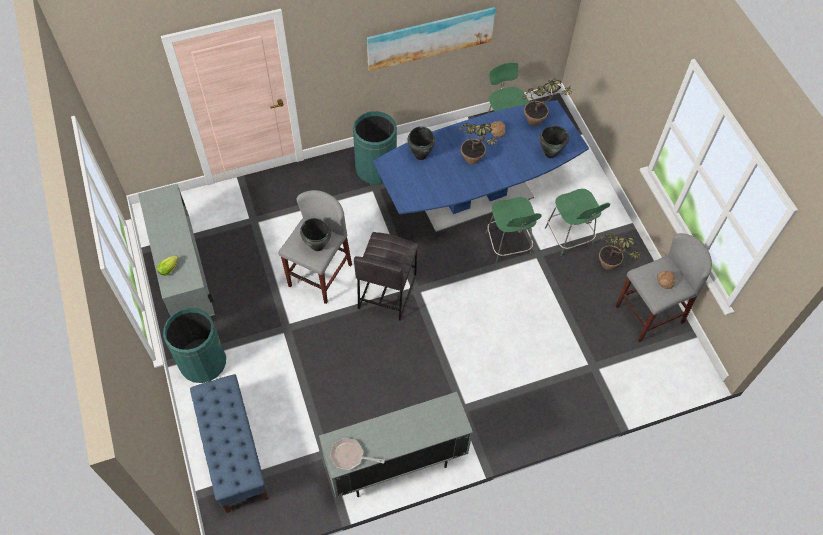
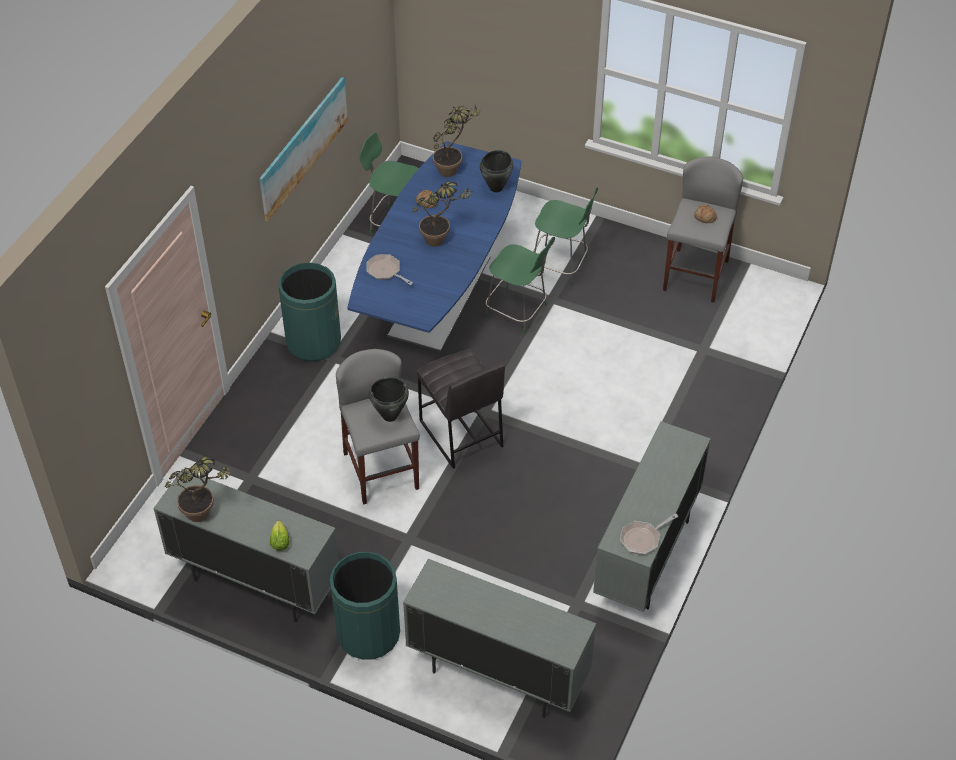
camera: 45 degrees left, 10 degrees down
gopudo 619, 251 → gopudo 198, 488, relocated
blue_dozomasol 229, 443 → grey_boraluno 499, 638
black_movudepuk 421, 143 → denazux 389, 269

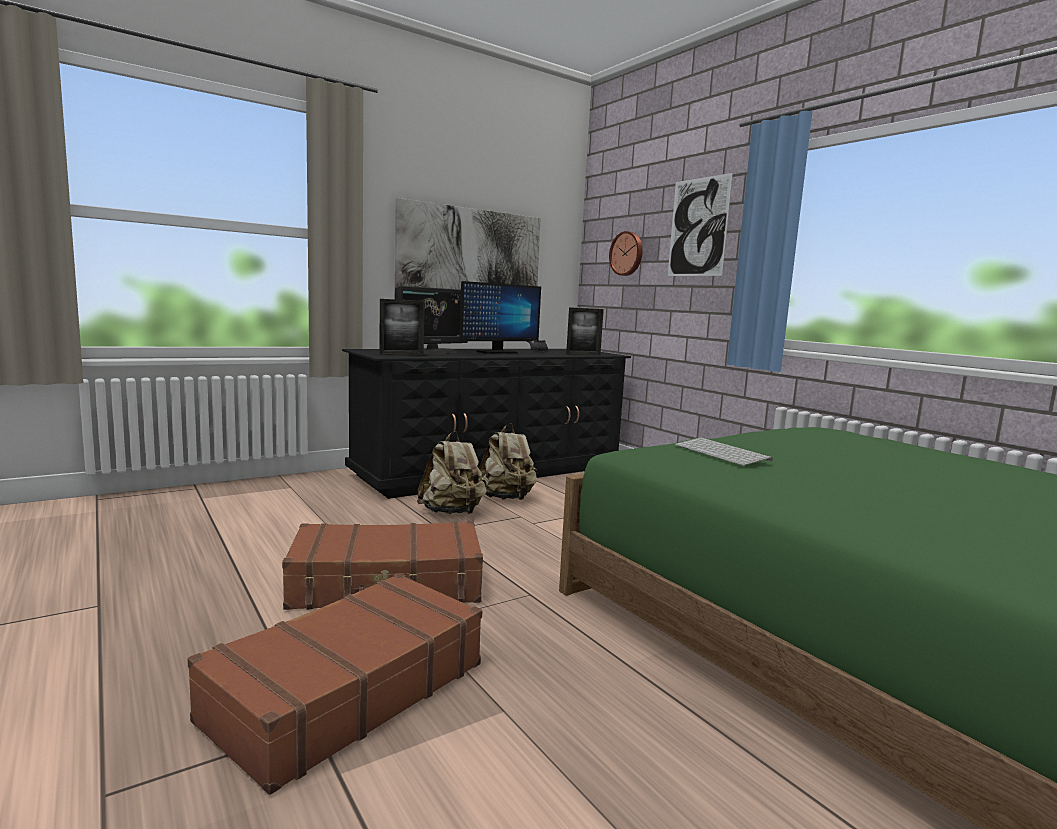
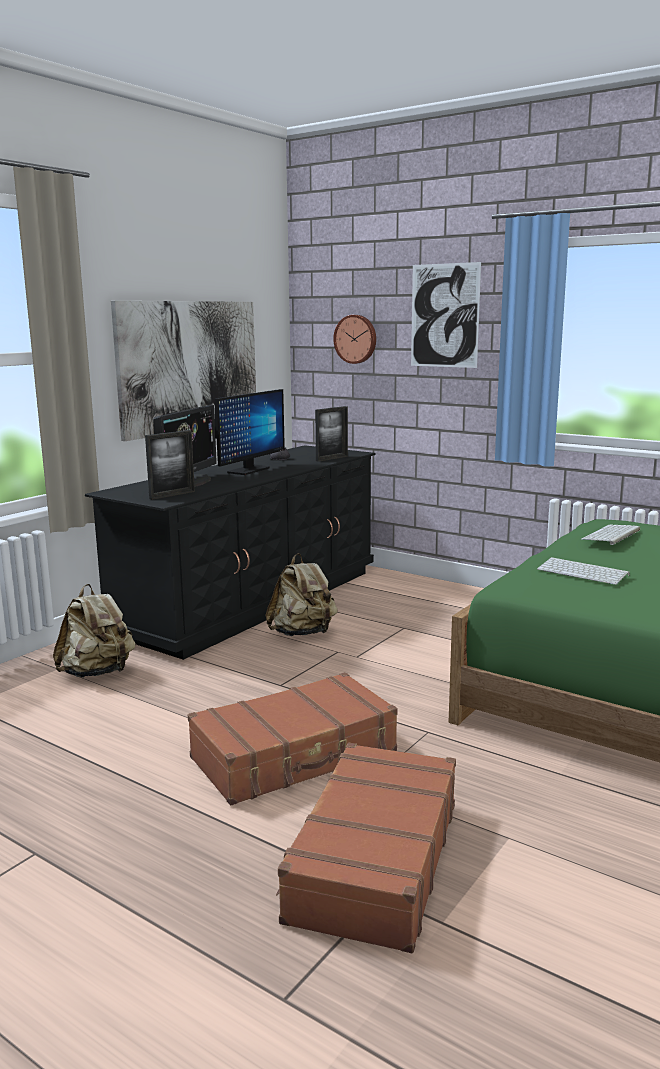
camera: 20 degrees left, 5 degrees up
- → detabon 610, 535
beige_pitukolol 452, 472 → beige_pitukolol 94, 631, relocated

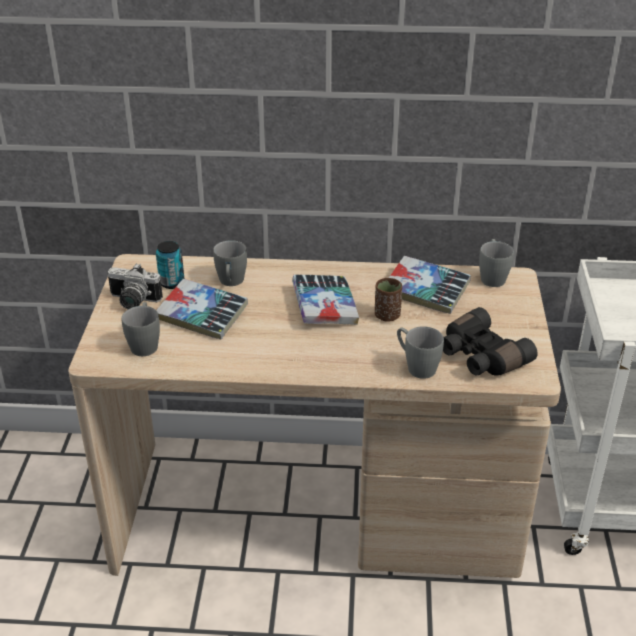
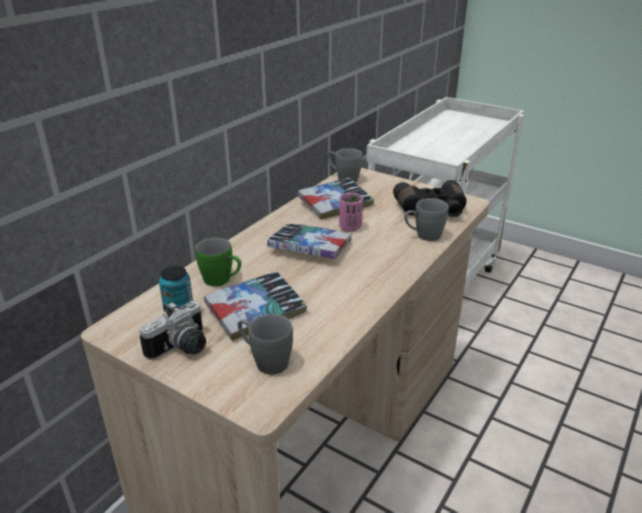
camera: 60 degrees left, 5 degrees down
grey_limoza 230, 263 → green_limoza 218, 262
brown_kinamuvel 388, 300 → pink_kinamuvel 351, 212

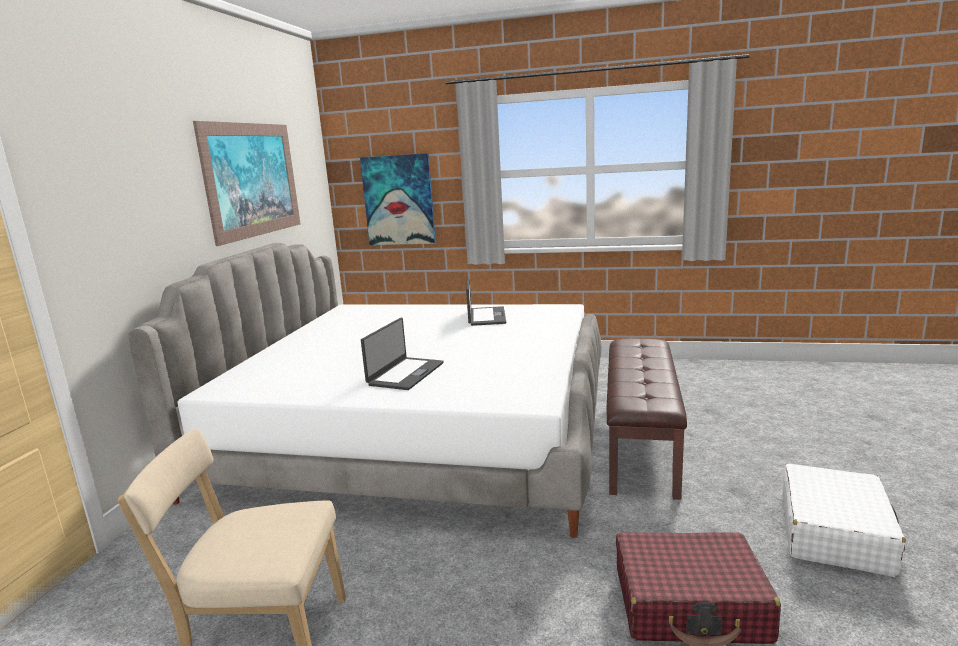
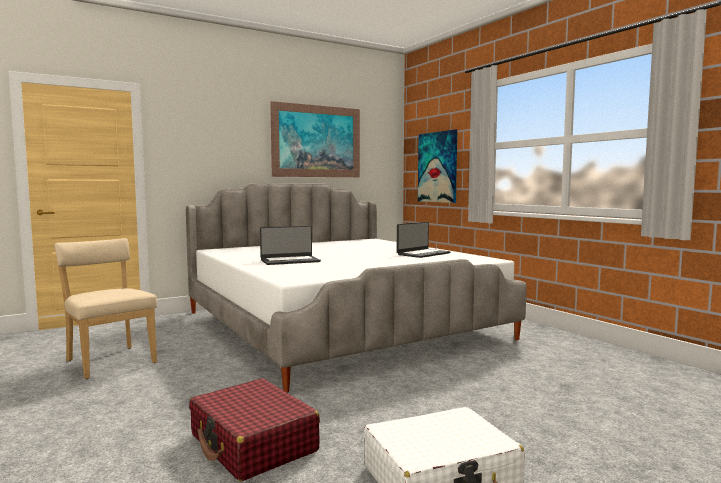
camera: 45 degrees right, 10 degrees down
brown_dozomasol 646, 419 → -

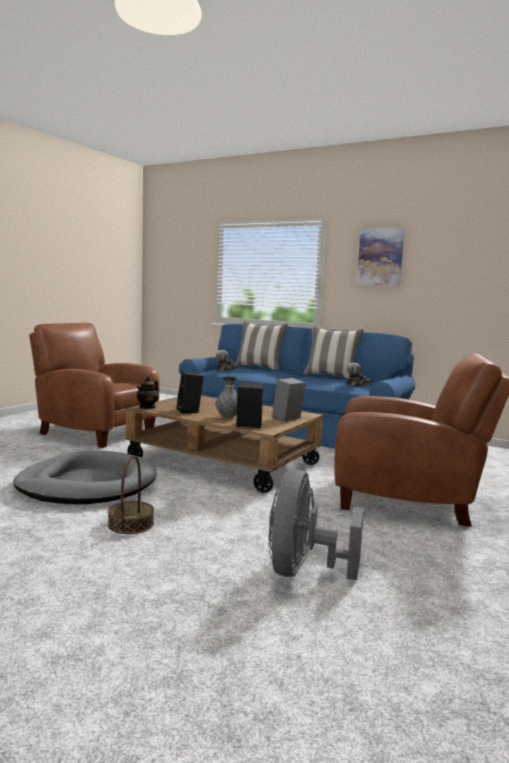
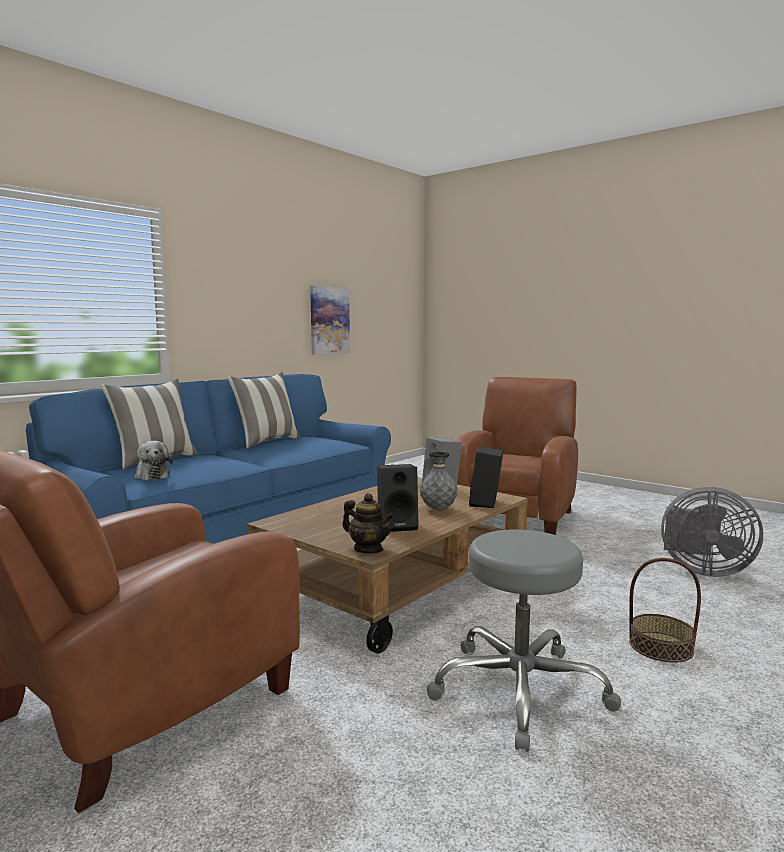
camera: 80 degrees left, 0 degrees up
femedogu 358, 374 → -
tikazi 381, 257 → tikazi 330, 320, relocated
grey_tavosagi 85, 477 → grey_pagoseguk 524, 640

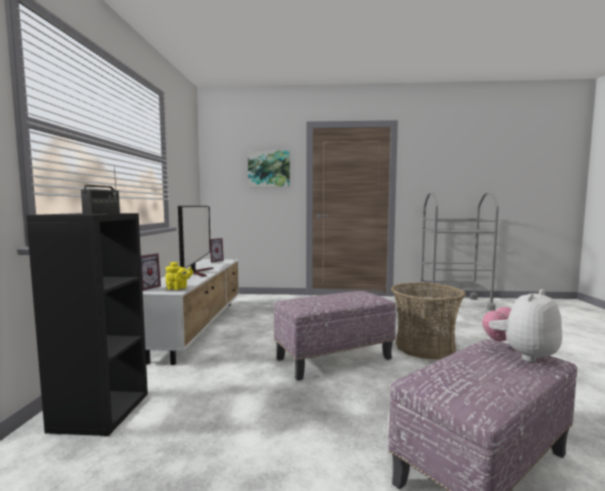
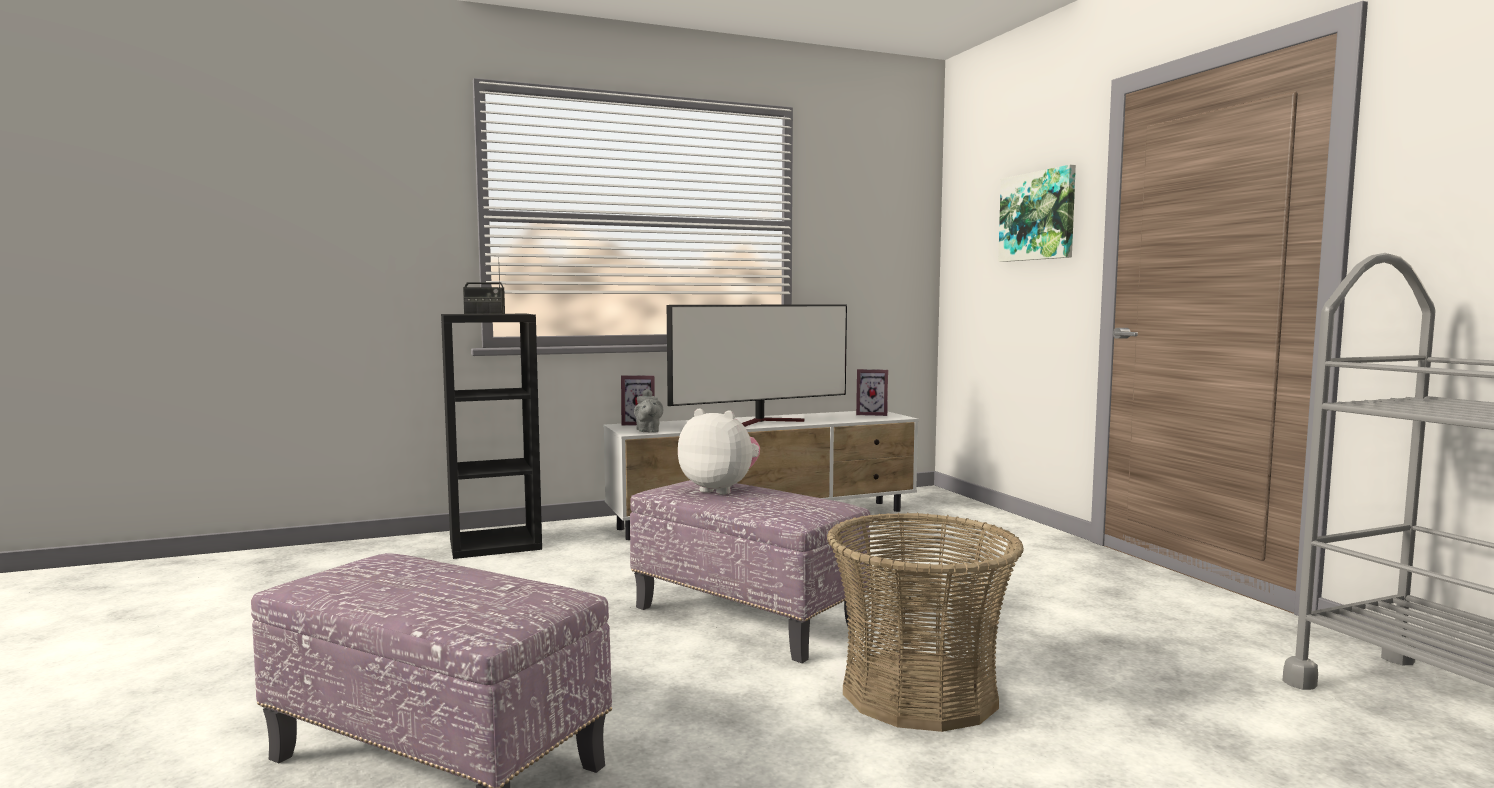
camera: 65 degrees right, 0 degrees up
femedogu 522, 325 → femedogu 719, 451, relocated
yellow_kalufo 179, 276 → grey_kalufo 648, 411

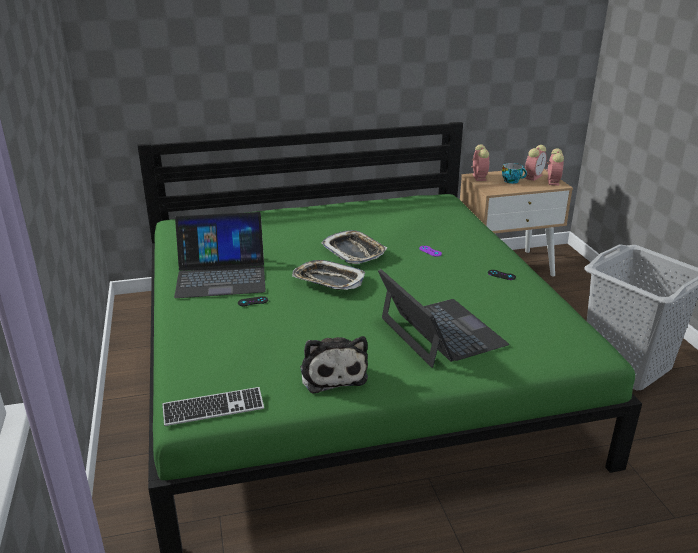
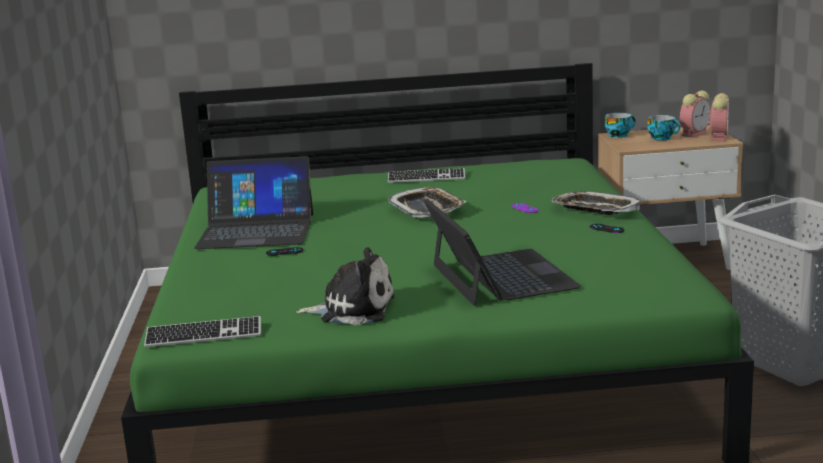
camera: 10 degrees right, 10 degrees down
- → detabon 426, 175
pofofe 328, 275 → pofofe 596, 203, relocated
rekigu 480, 162 → kinamuvel 620, 125
femedogu 334, 365 → femedogu 345, 286, 75 degrees counterclockwise

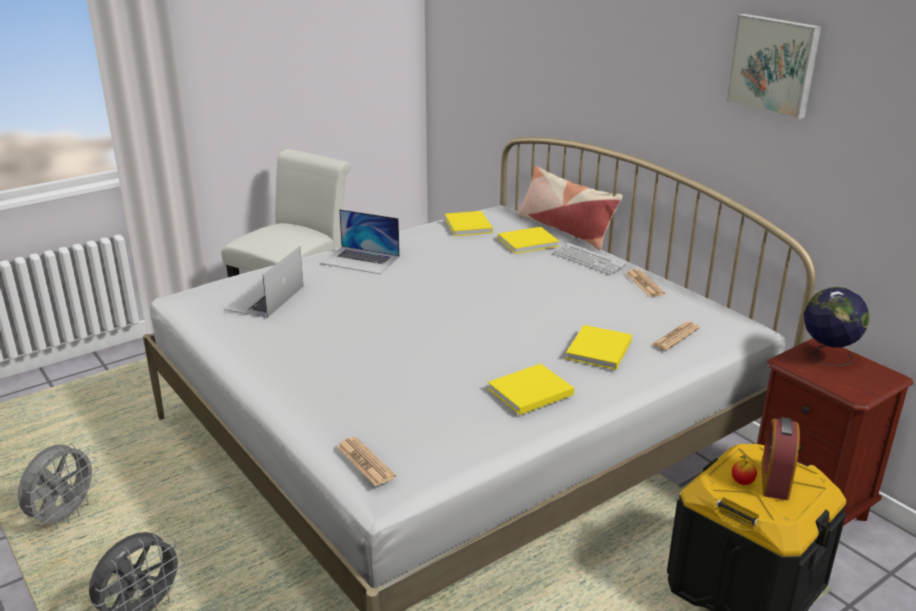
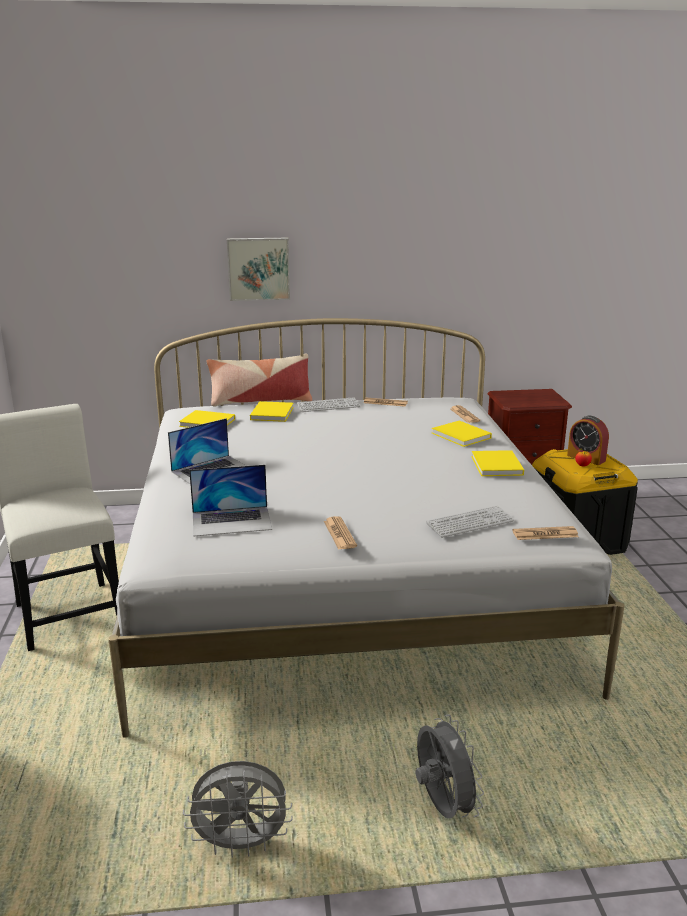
camera: 60 degrees left, 5 degrees down
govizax 837, 326 → -
- → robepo 340, 533
- → detabon 470, 521
tikazi 773, 66 → tikazi 258, 269, relocated
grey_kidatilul 58, 486 → grey_kidatilul 238, 809, 120 degrees clockwise
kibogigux 264, 282 → kibogigux 230, 500, 60 degrees counterclockwise

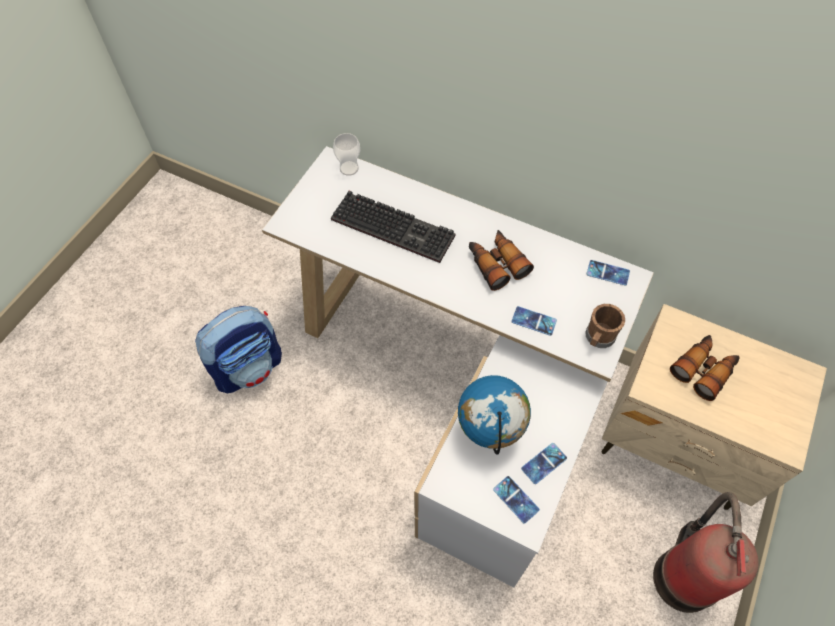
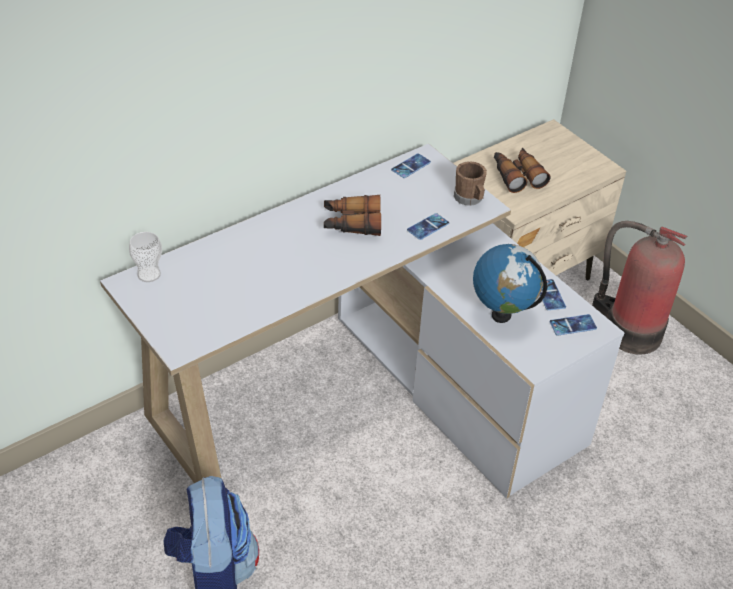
camera: 65 degrees left, 15 degrees down
detabon 393, 227 → -

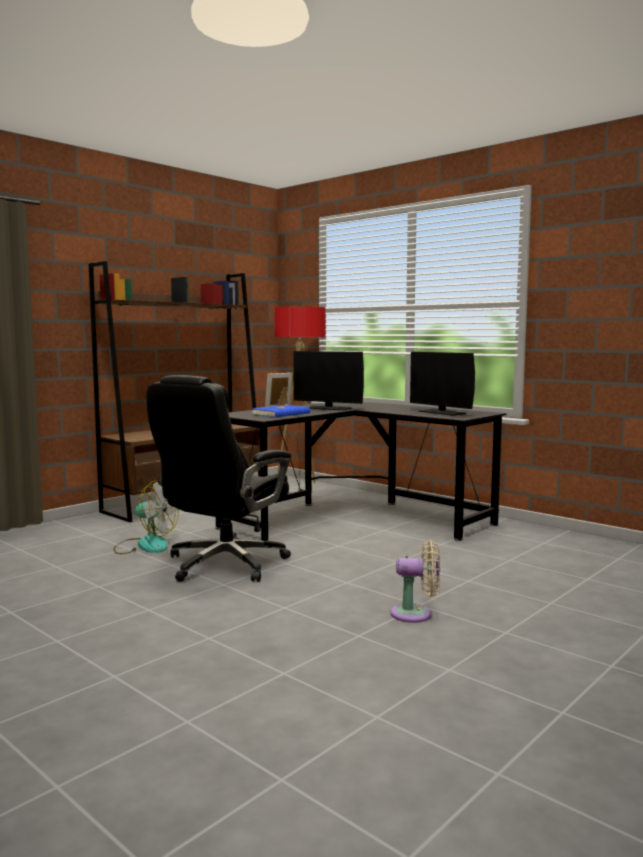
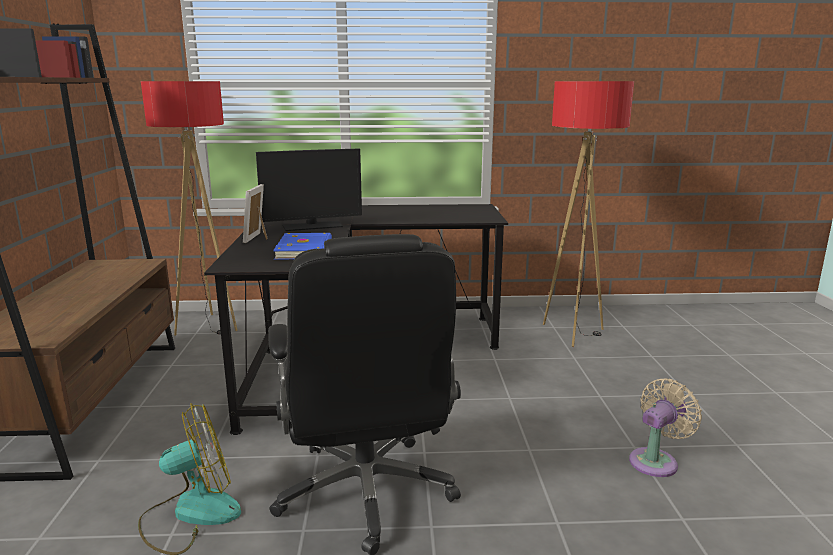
camera: 45 degrees left, 10 degrees up
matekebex 442, 383 → -
- → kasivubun 588, 214

